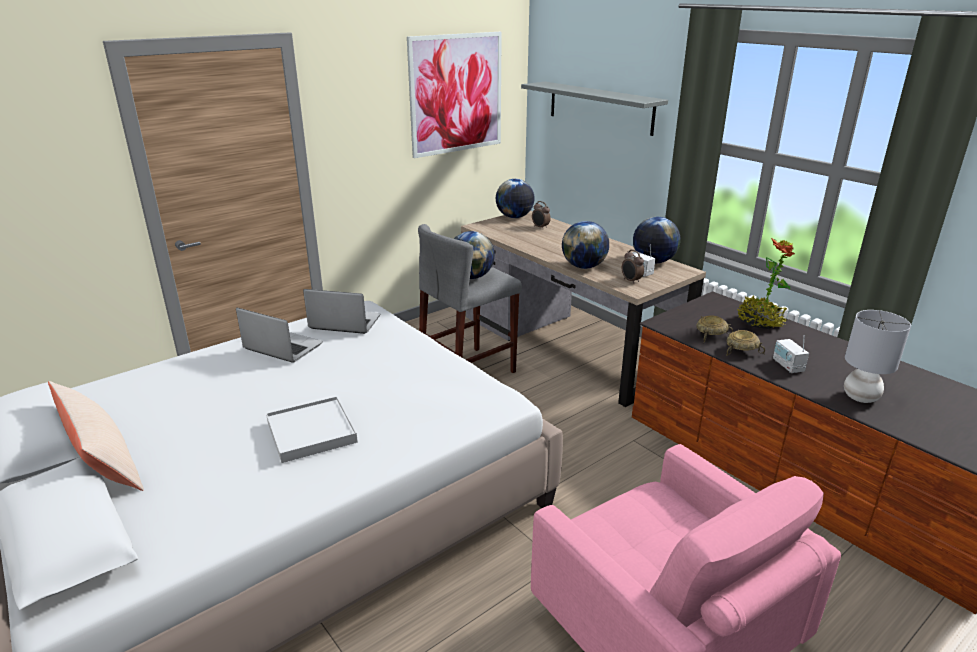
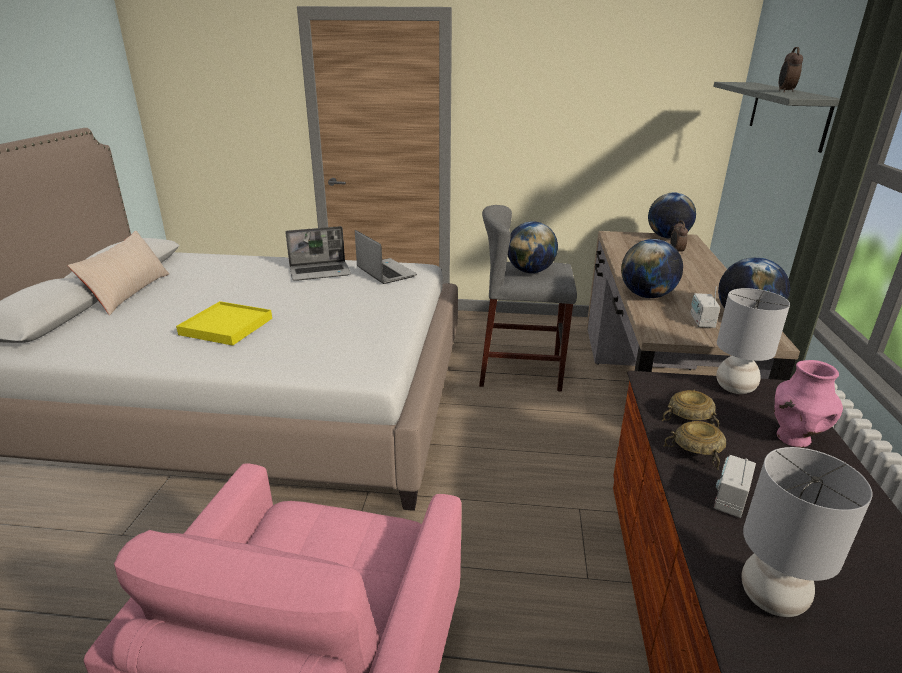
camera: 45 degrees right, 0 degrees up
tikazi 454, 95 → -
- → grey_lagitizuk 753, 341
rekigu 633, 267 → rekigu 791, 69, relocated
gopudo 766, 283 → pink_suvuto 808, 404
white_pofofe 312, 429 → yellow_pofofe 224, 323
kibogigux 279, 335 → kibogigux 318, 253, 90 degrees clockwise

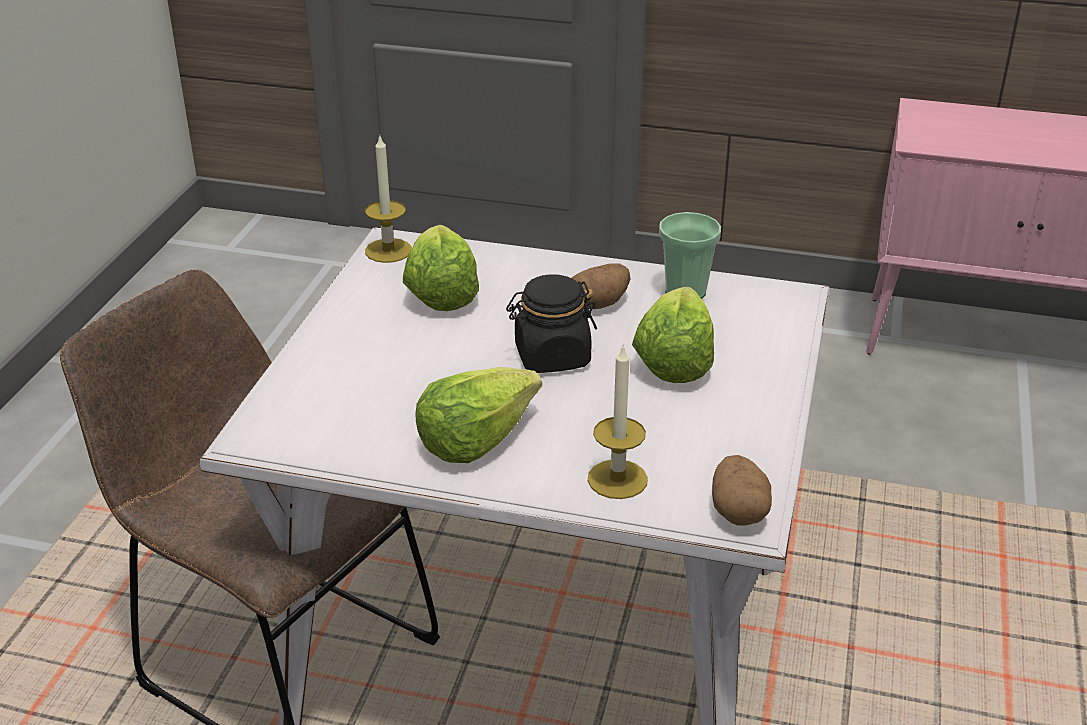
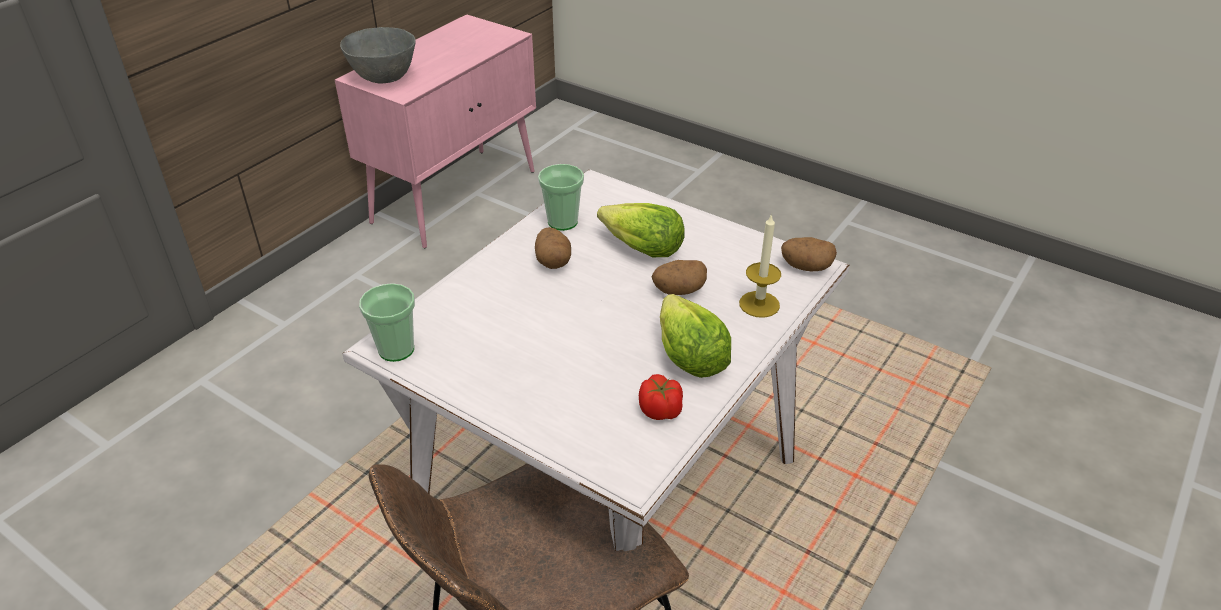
camera: 70 degrees left, 5 degrees up
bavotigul 441, 268 → -
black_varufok 551, 323 → -
- → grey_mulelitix 378, 55
- → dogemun 661, 397
- → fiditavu 679, 277
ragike 388, 199 → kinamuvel 387, 322

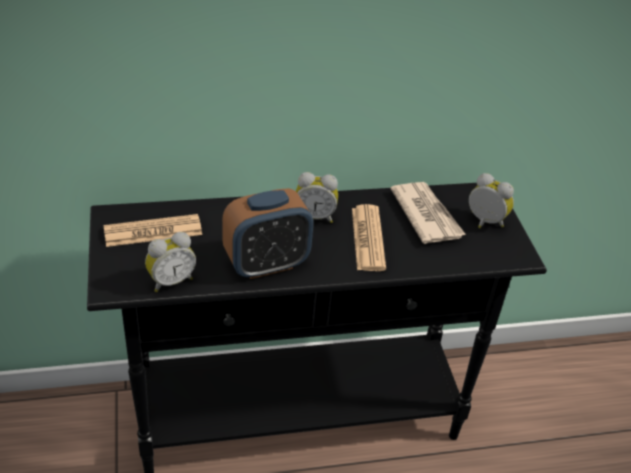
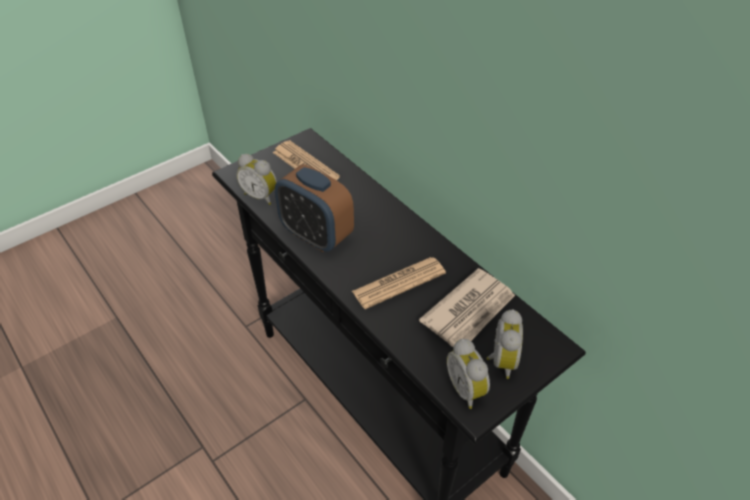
camera: 65 degrees right, 5 degrees up
rekigu 317, 197 → rekigu 468, 374, relocated

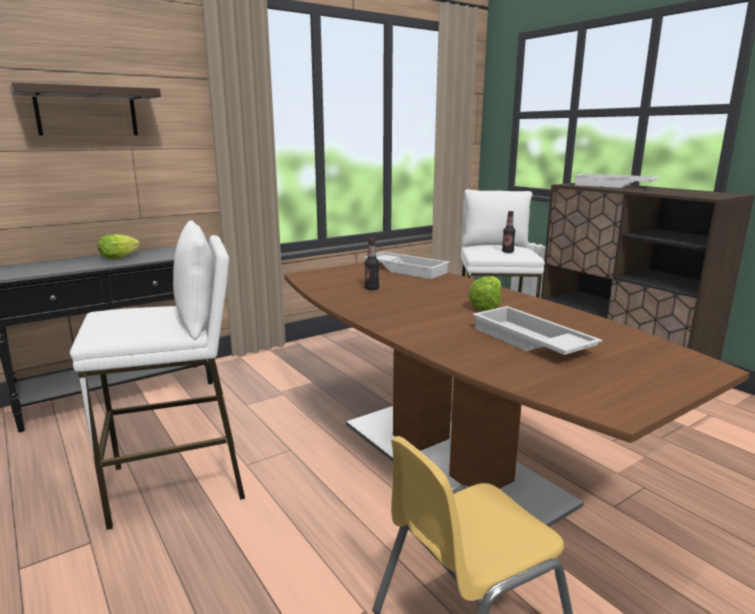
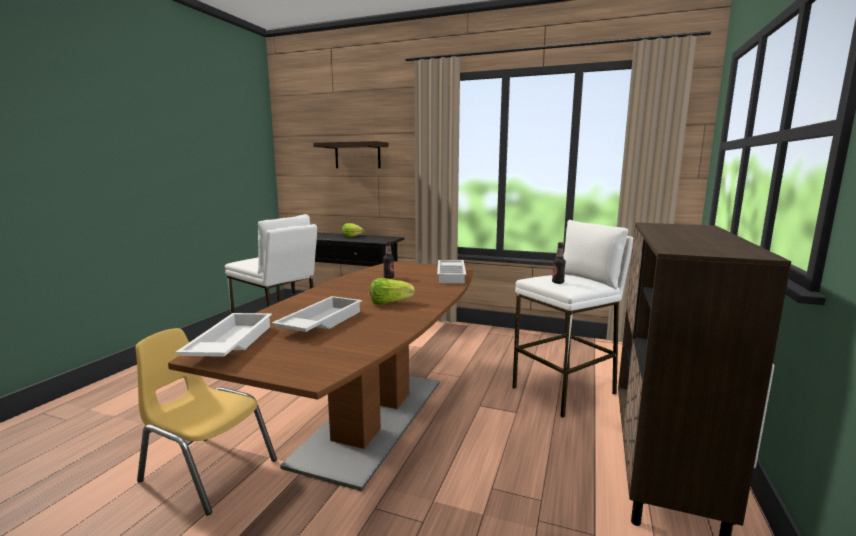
camera: 55 degrees right, 5 degrees down
white_pofofe 616, 181 → white_pofofe 224, 335, relocated

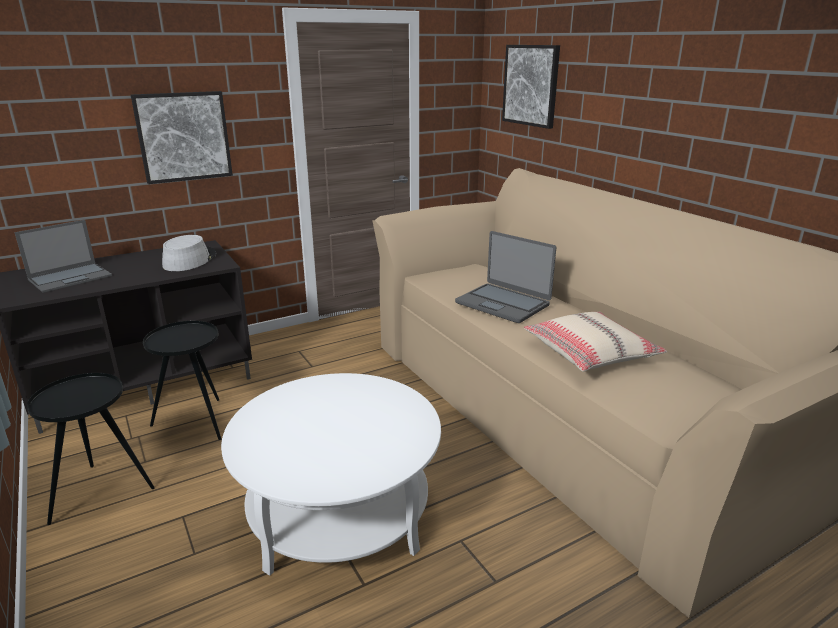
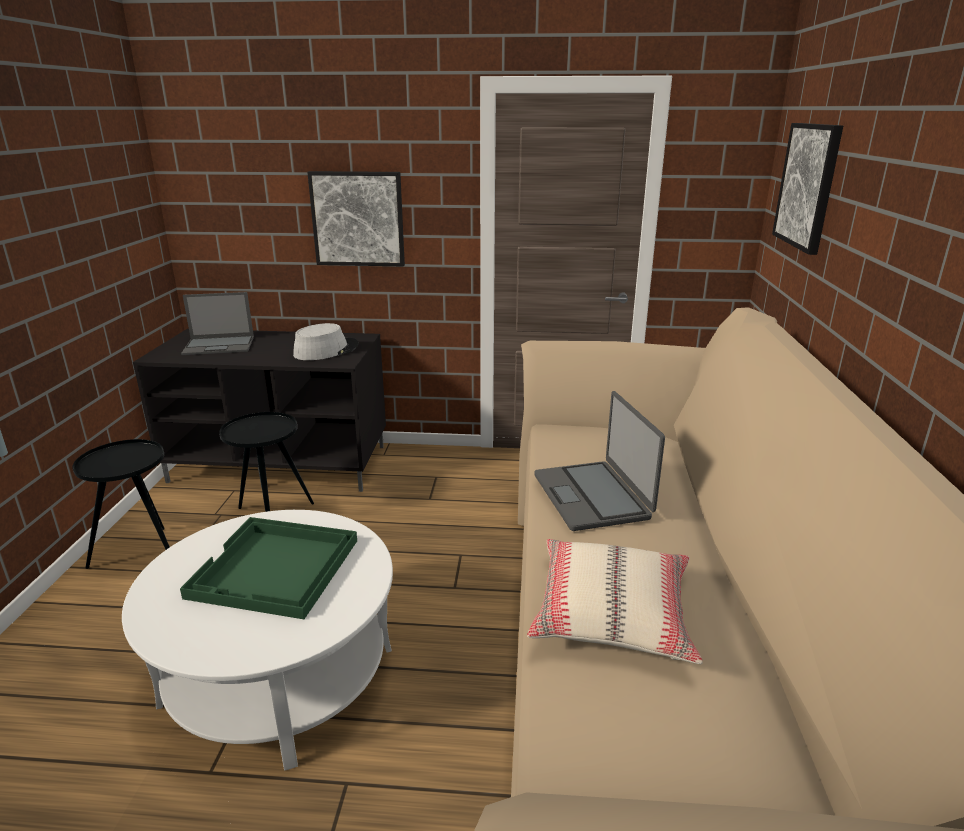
camera: 35 degrees right, 0 degrees up
- → green_pofofe 268, 568

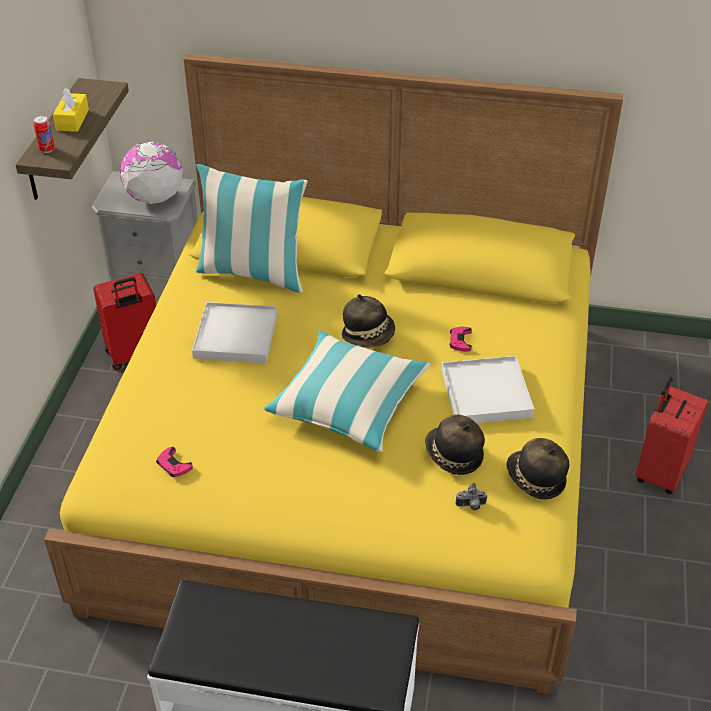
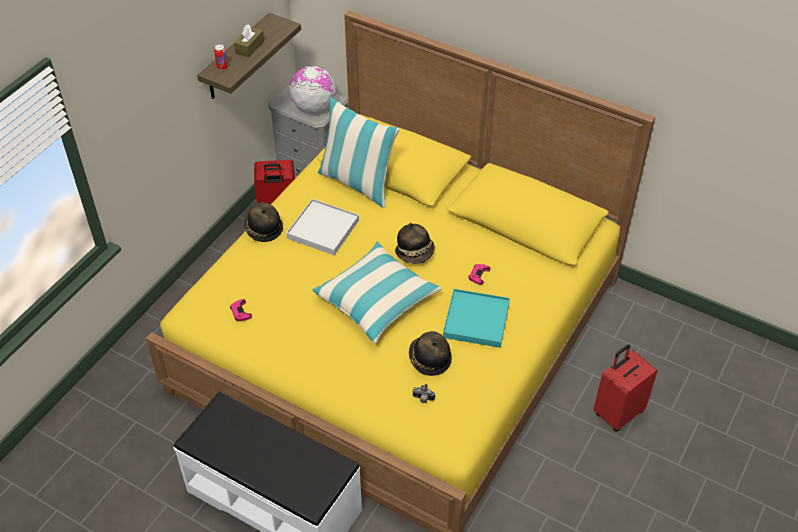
camera: 20 degrees right, 5 degrees up
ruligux 538, 469 → ruligux 263, 222, relocated
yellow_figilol 71, 110 → brown_figilol 249, 41
white_pofofe 488, 389 → turquoise_pofofe 476, 318

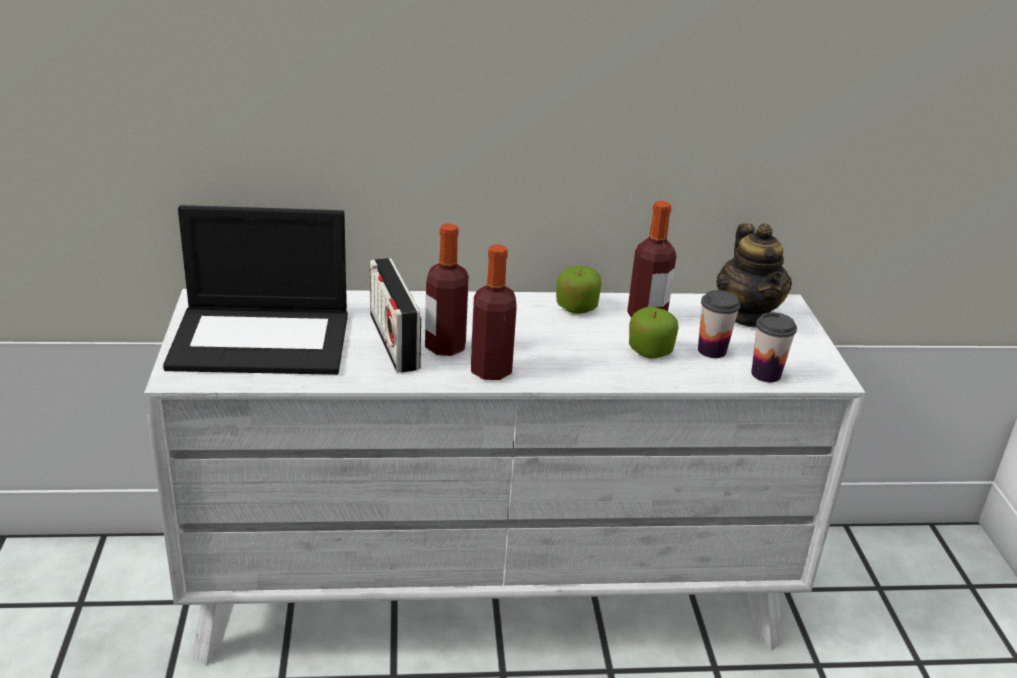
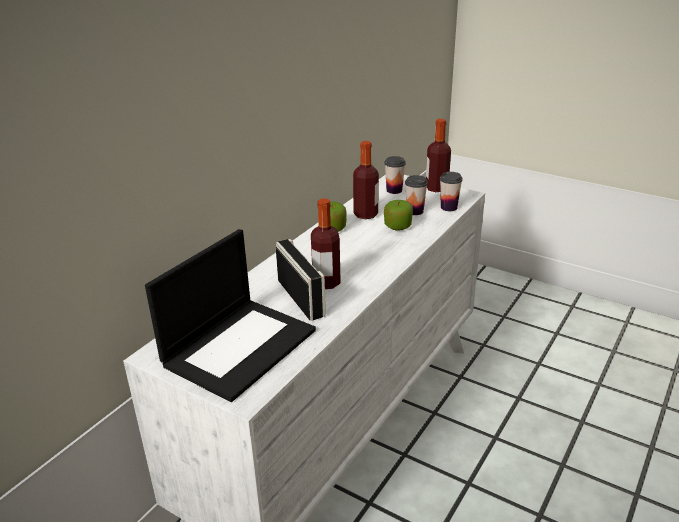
camera: 50 degrees left, 0 degrees up
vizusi 494, 312 → vizusi 438, 155, relocated
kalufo 754, 275 → kinamuvel 395, 175
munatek 395, 315 → munatek 301, 280, 135 degrees counterclockwise

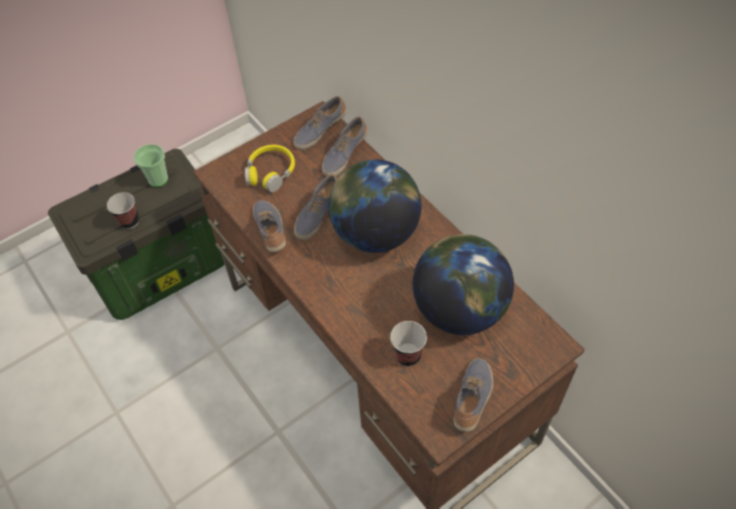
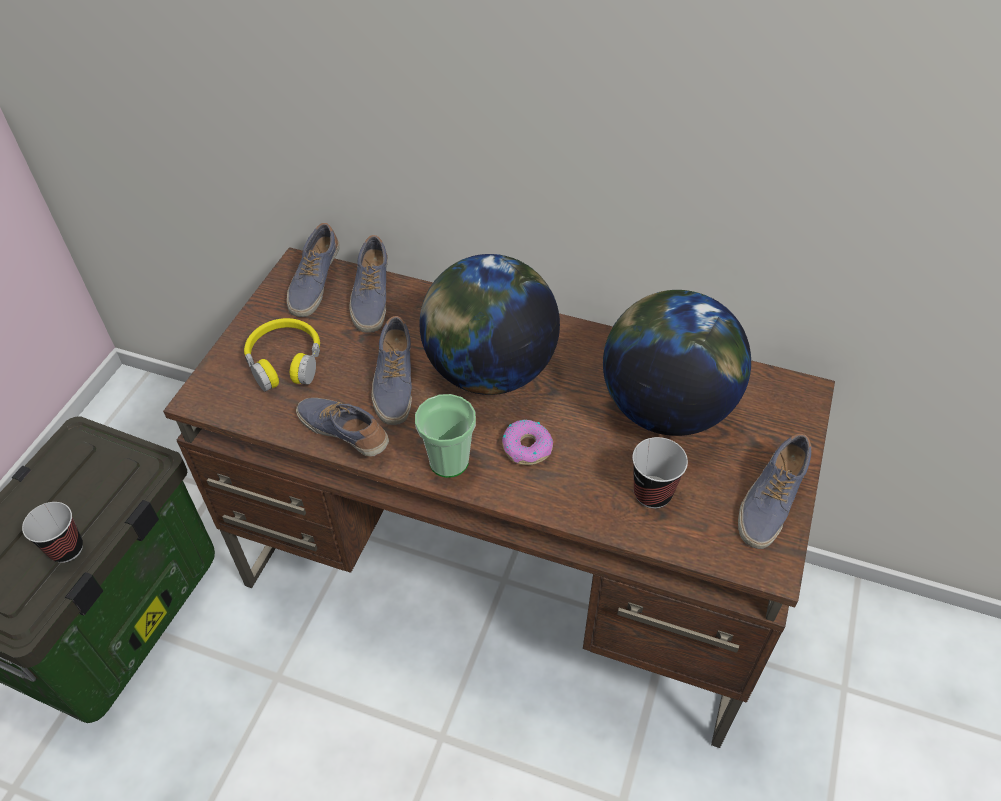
camera: 35 degrees left, 5 degrees down
- → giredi 527, 442
kinamuvel 151, 165 → kinamuvel 445, 436, relocated
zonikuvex 473, 395 → zonikuvex 774, 491, 135 degrees counterclockwise

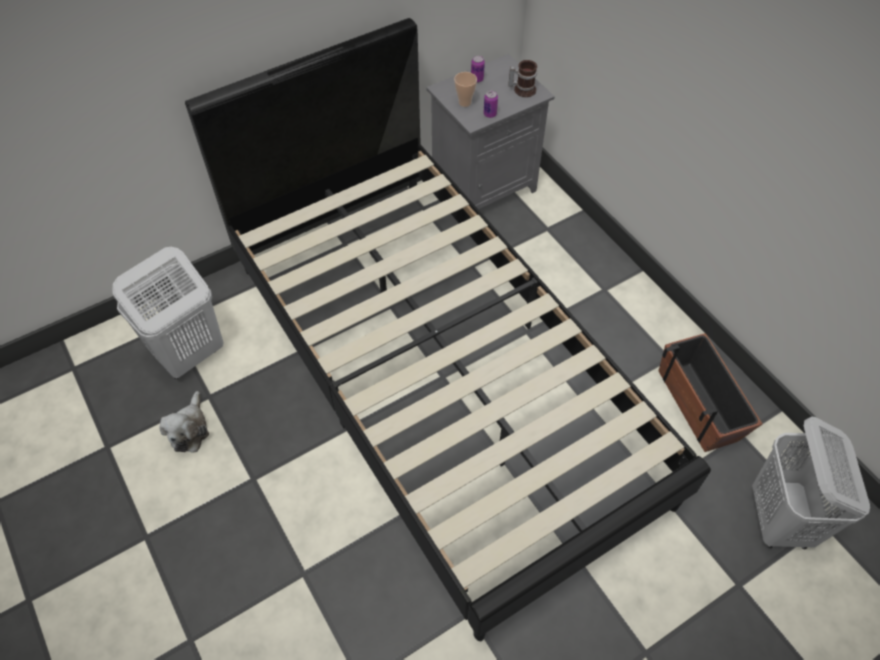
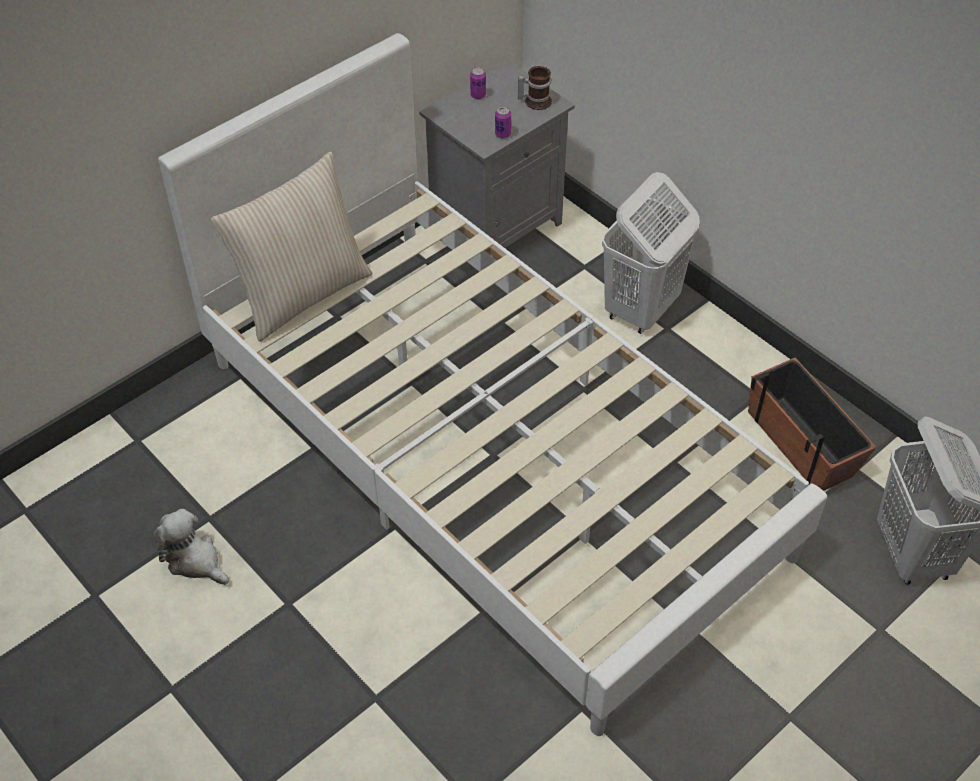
camera: 10 degrees left, 5 degrees down
kinamuvel 465, 89 → -
- → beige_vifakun 291, 247
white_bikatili 168, 313 → white_bikatili 651, 253, relocated
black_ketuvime 448, 329 → white_ketuvime 492, 384
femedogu 184, 422 → femedogu 191, 547, 135 degrees clockwise

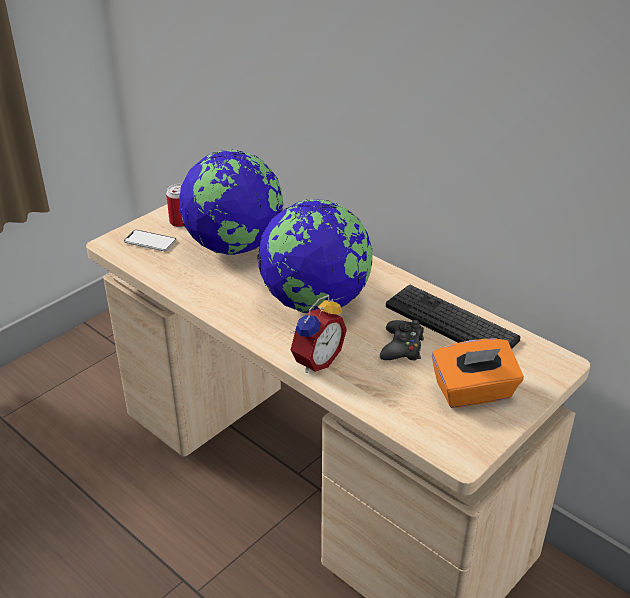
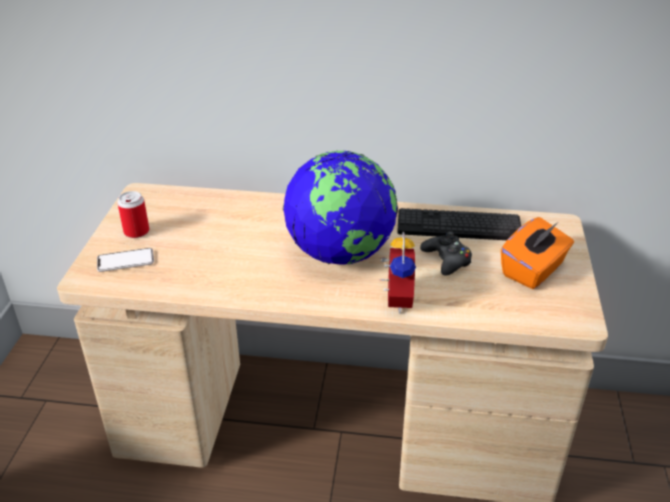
camera: 35 degrees left, 0 degrees up
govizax 231, 202 → -

